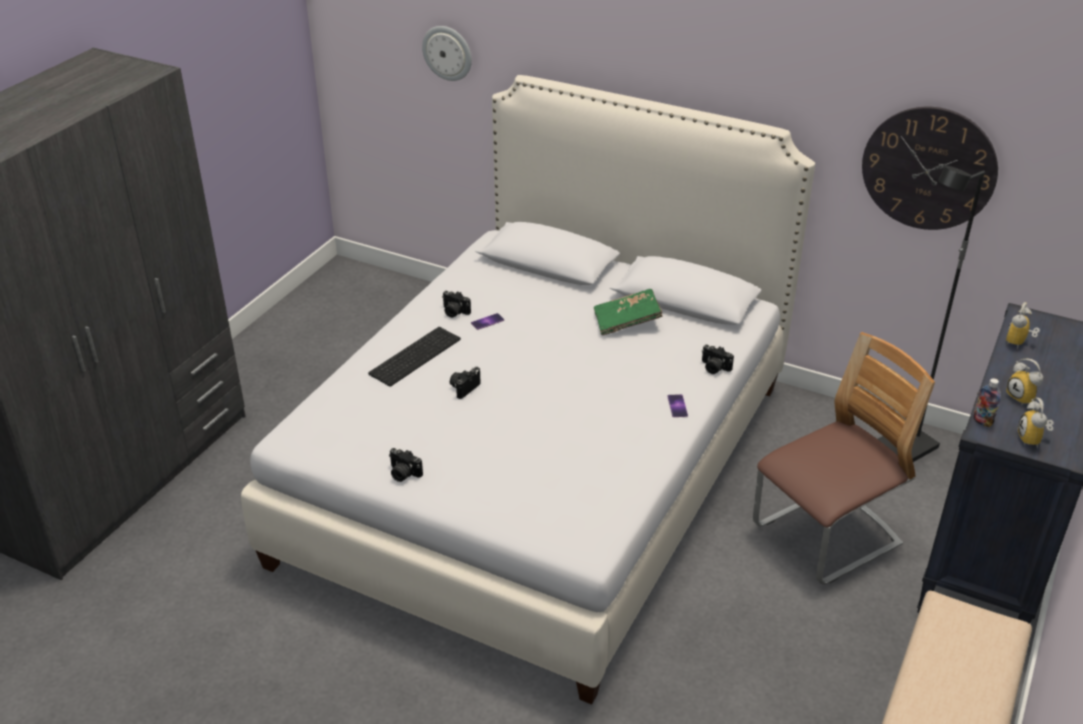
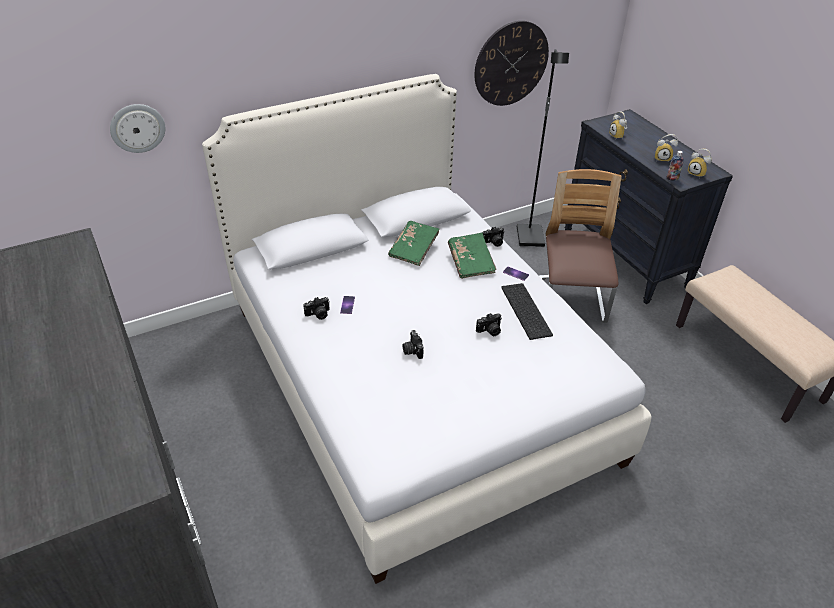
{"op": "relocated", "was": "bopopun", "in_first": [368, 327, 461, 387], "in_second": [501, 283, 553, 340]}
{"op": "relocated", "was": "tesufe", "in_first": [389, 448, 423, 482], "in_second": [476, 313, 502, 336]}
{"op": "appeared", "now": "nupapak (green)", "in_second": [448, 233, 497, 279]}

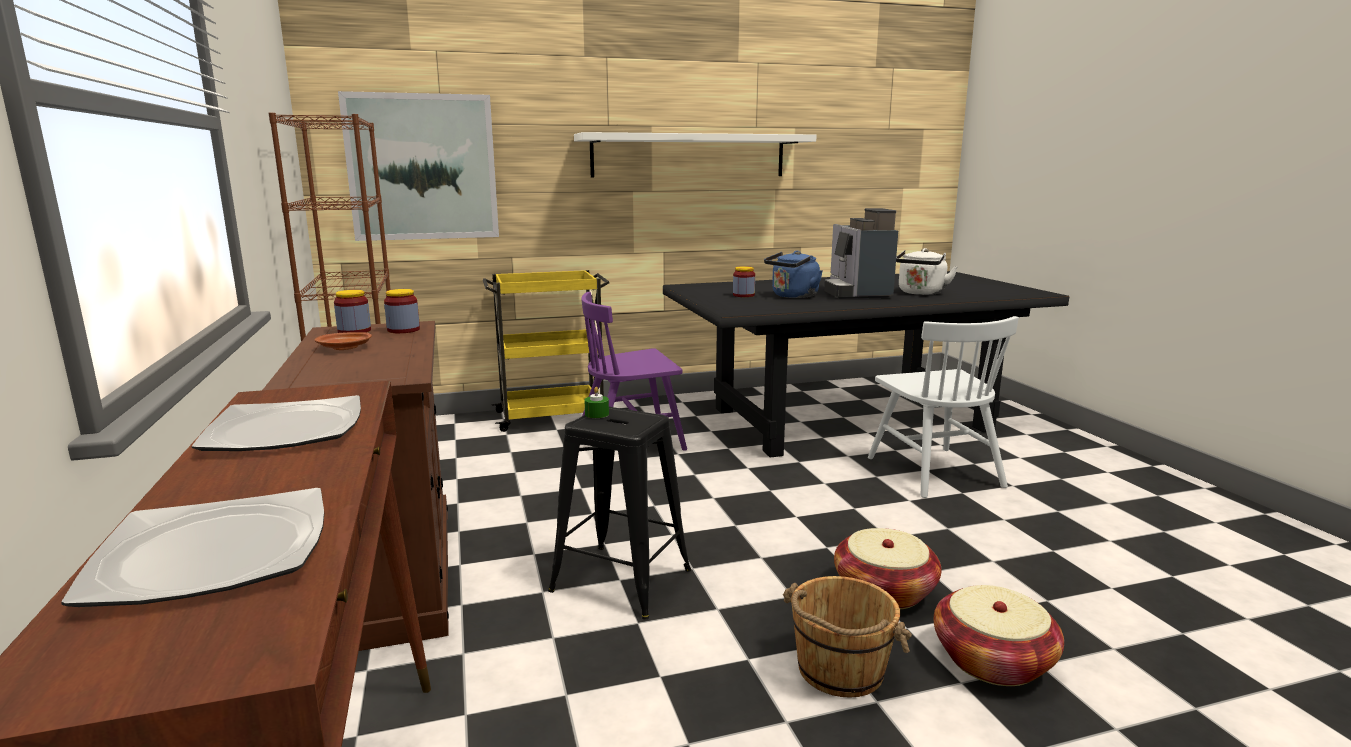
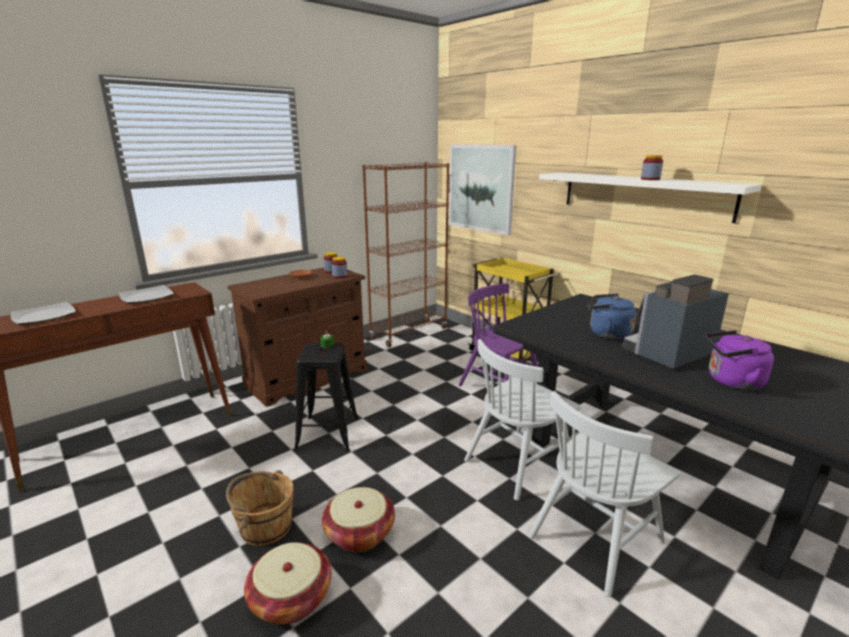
{"op": "relocated", "was": "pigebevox", "in_first": [733, 266, 755, 297], "in_second": [641, 155, 663, 180]}
{"op": "colour", "was": "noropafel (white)", "now": "noropafel (purple)", "in_first": [896, 248, 957, 295], "in_second": [705, 330, 774, 390]}
{"op": "appeared", "now": "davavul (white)", "in_second": [464, 339, 581, 501]}

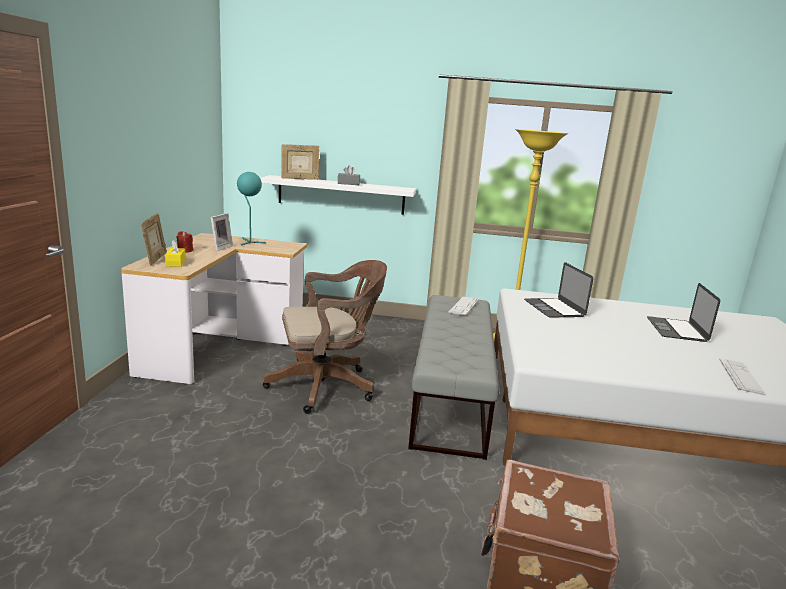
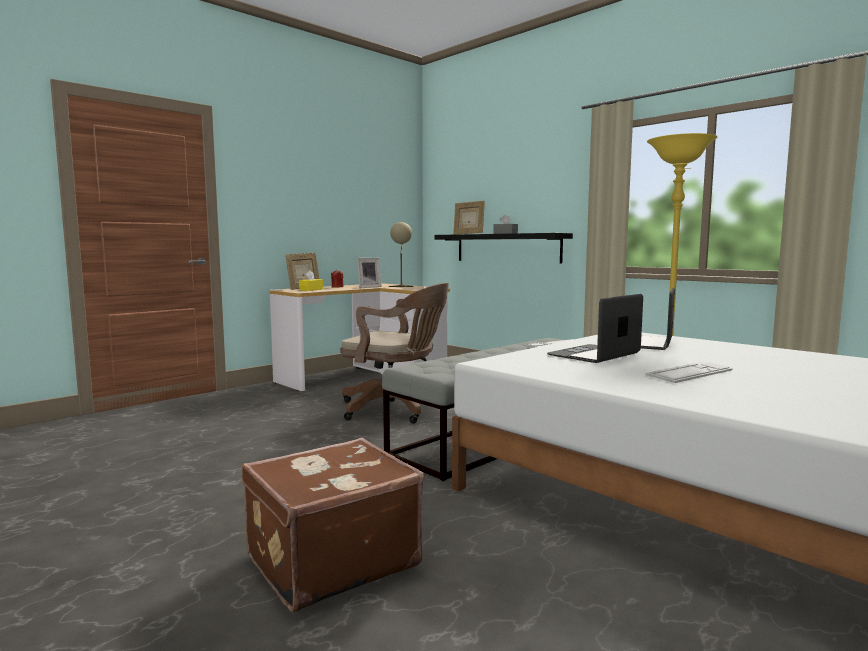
{"op": "colour", "was": "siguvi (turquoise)", "now": "siguvi (beige)", "in_first": [237, 172, 266, 245], "in_second": [389, 222, 413, 287]}
{"op": "colour", "was": "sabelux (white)", "now": "sabelux (black)", "in_first": [260, 175, 416, 215], "in_second": [435, 233, 573, 263]}
{"op": "relocated", "was": "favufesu", "in_first": [647, 283, 720, 342], "in_second": [547, 294, 643, 363]}
{"op": "relocated", "was": "bopopun", "in_first": [719, 358, 766, 395], "in_second": [646, 361, 733, 383]}

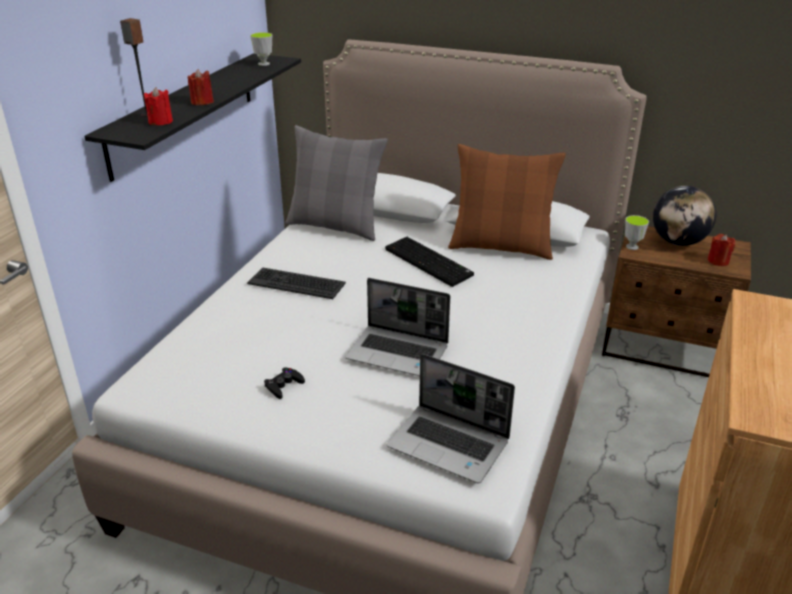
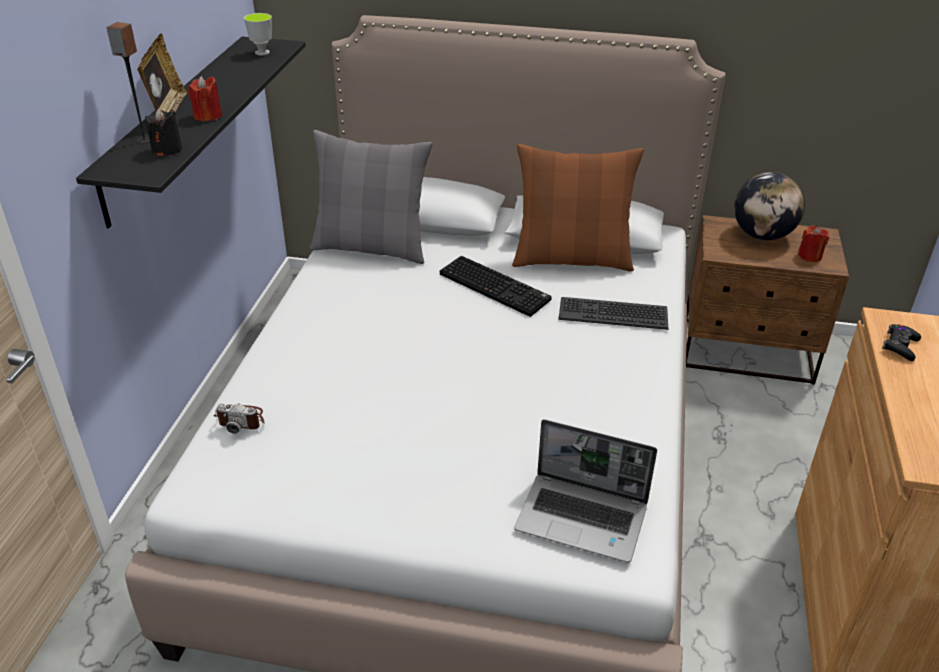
{"op": "colour", "was": "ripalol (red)", "now": "ripalol (black)", "in_first": [144, 87, 173, 125], "in_second": [145, 108, 182, 156]}
{"op": "relocated", "was": "bopopun", "in_first": [247, 267, 346, 299], "in_second": [559, 297, 668, 330]}
{"op": "relocated", "was": "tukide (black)", "in_first": [264, 367, 305, 399], "in_second": [882, 324, 921, 361]}
{"op": "missing", "was": "favufesu", "in_first": [345, 278, 450, 376]}
{"op": "missing", "was": "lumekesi", "in_first": [625, 215, 649, 250]}
{"op": "appeared", "now": "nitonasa", "in_second": [137, 34, 187, 112]}
{"op": "appeared", "now": "tesufe", "in_second": [214, 404, 264, 434]}

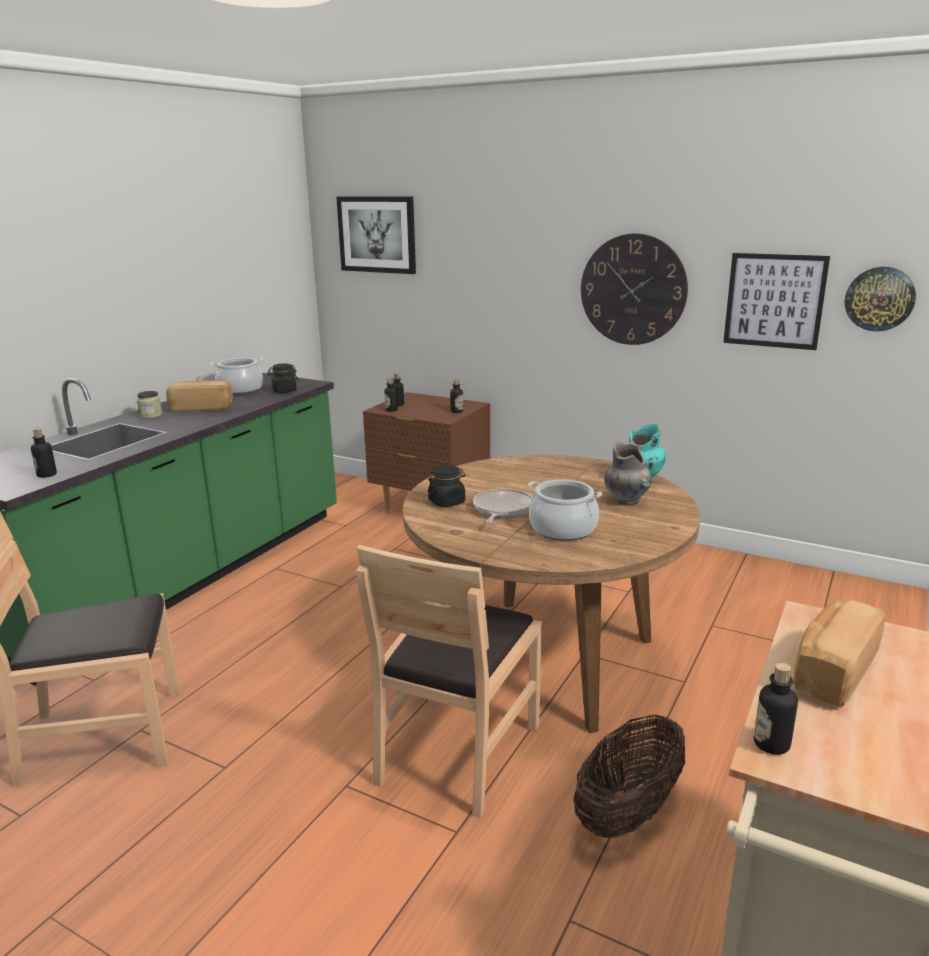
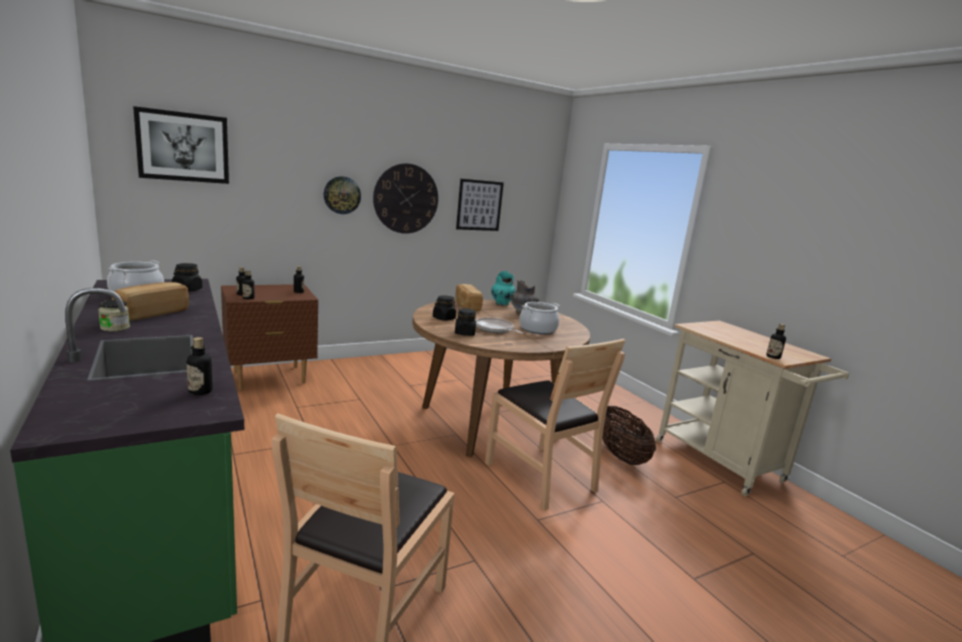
{"op": "relocated", "was": "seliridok", "in_first": [794, 599, 885, 708], "in_second": [455, 284, 483, 311]}
{"op": "relocated", "was": "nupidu", "in_first": [844, 267, 916, 332], "in_second": [324, 176, 361, 214]}
{"op": "appeared", "now": "pigebevox (black)", "in_second": [433, 295, 456, 321]}

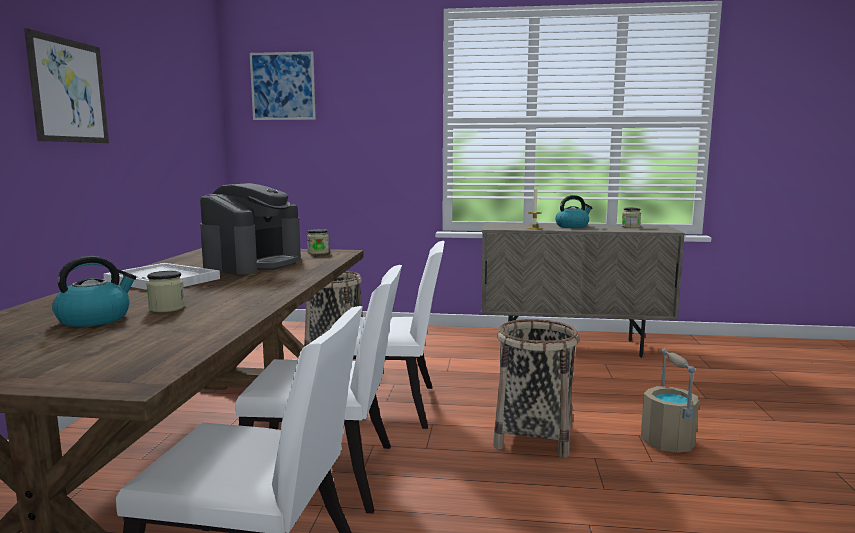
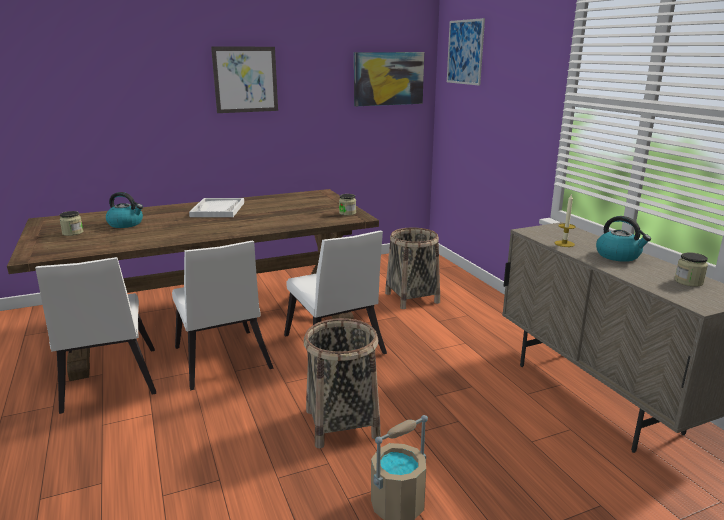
{"op": "relocated", "was": "pigebevox", "in_first": [146, 271, 185, 312], "in_second": [59, 211, 83, 236]}
{"op": "missing", "was": "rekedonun", "in_first": [200, 183, 301, 274]}
{"op": "appeared", "now": "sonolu", "in_second": [354, 52, 424, 106]}

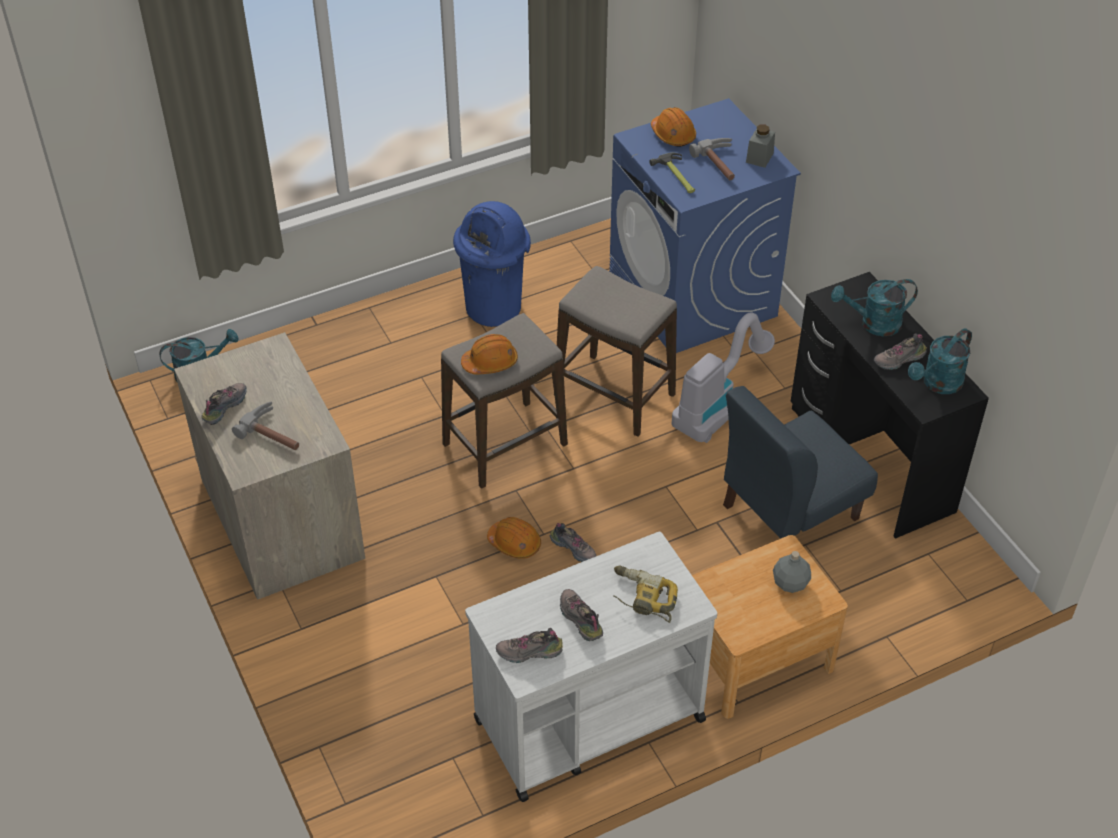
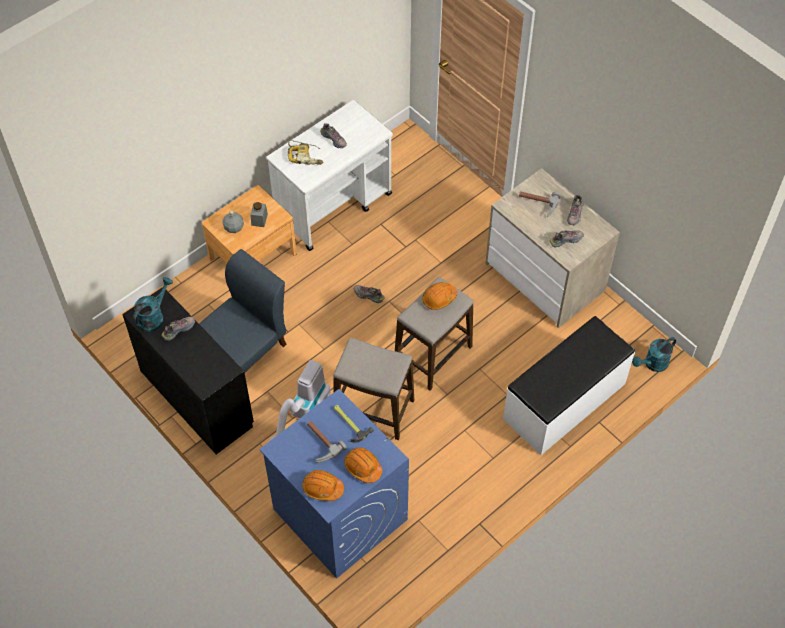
{"op": "missing", "was": "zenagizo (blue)", "in_first": [453, 201, 531, 327]}
{"op": "relocated", "was": "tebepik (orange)", "in_first": [487, 517, 541, 559], "in_second": [302, 470, 344, 501]}
{"op": "relocated", "was": "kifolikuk", "in_first": [496, 628, 563, 663], "in_second": [550, 230, 584, 248]}
{"op": "relocated", "was": "pigebevox (grey)", "in_first": [746, 124, 775, 168], "in_second": [250, 202, 268, 227]}
{"op": "missing", "was": "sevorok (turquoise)", "in_first": [831, 279, 918, 336]}
{"op": "appeared", "now": "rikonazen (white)", "in_second": [503, 316, 635, 455]}

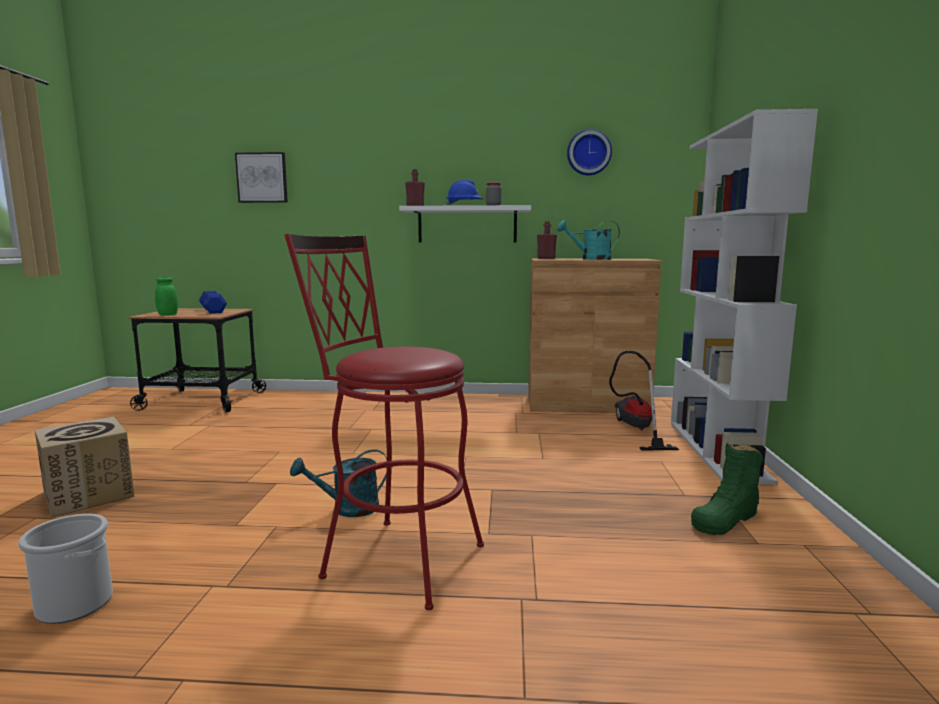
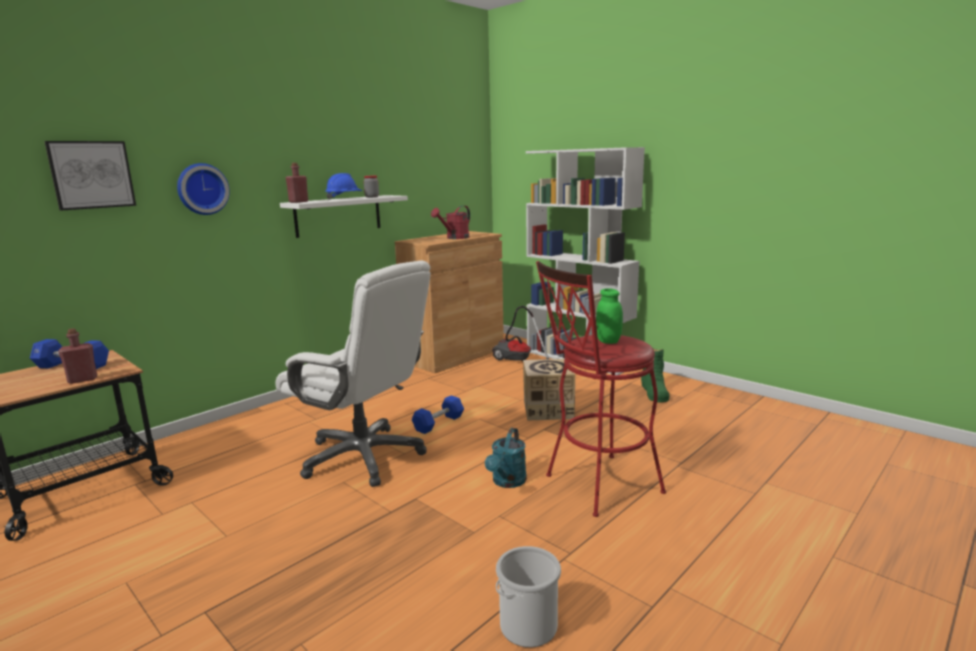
{"op": "relocated", "was": "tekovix", "in_first": [35, 417, 135, 517], "in_second": [523, 359, 575, 420]}
{"op": "relocated", "was": "pigebevox (green)", "in_first": [155, 277, 178, 316], "in_second": [596, 288, 623, 344]}
{"op": "relocated", "was": "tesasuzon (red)", "in_first": [537, 221, 557, 259], "in_second": [58, 328, 97, 384]}
{"op": "colour", "was": "sevorok (turquoise)", "now": "sevorok (red)", "in_first": [557, 220, 620, 260], "in_second": [431, 206, 470, 239]}
{"op": "relocated", "was": "nupidu", "in_first": [567, 129, 612, 175], "in_second": [177, 163, 230, 215]}
{"op": "appeared", "now": "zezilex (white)", "in_second": [275, 261, 431, 487]}
{"op": "appeared", "now": "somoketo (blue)", "in_second": [412, 395, 464, 434]}

